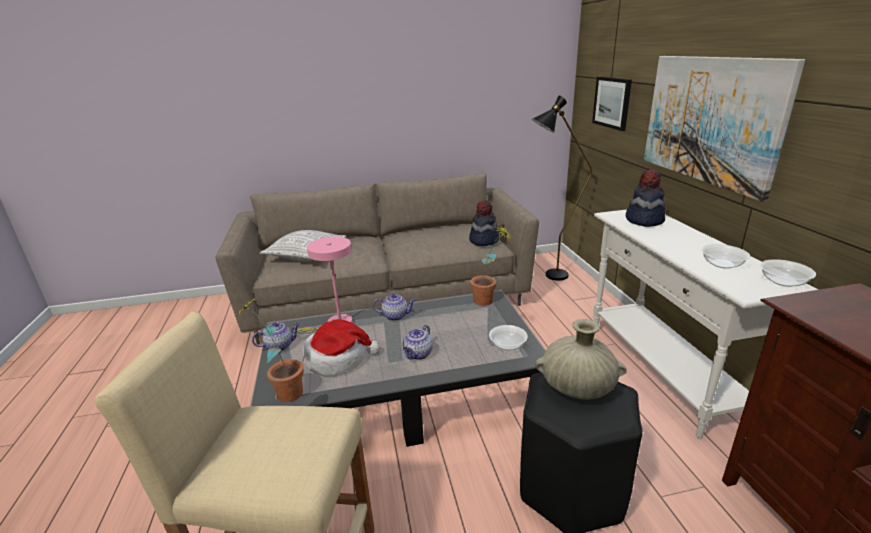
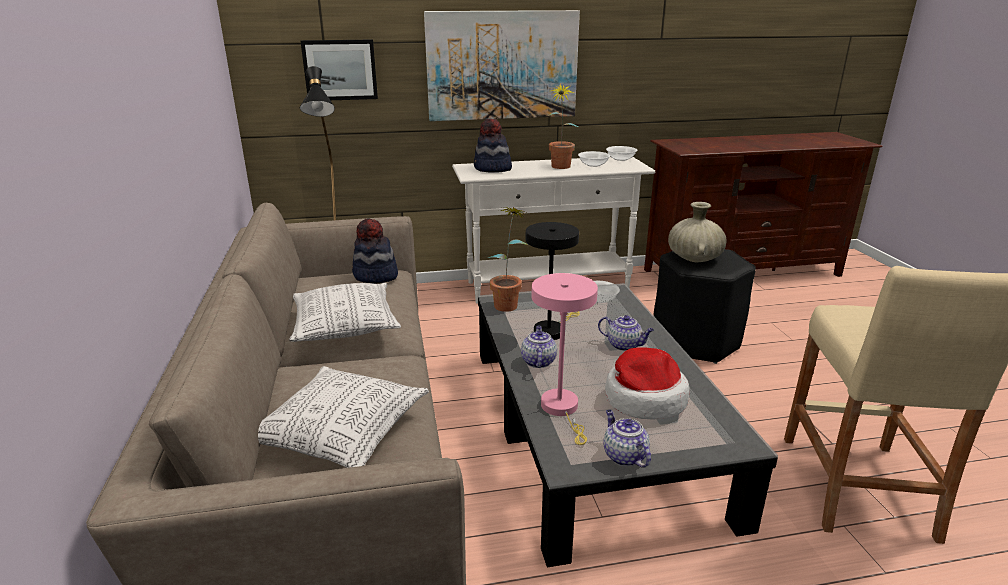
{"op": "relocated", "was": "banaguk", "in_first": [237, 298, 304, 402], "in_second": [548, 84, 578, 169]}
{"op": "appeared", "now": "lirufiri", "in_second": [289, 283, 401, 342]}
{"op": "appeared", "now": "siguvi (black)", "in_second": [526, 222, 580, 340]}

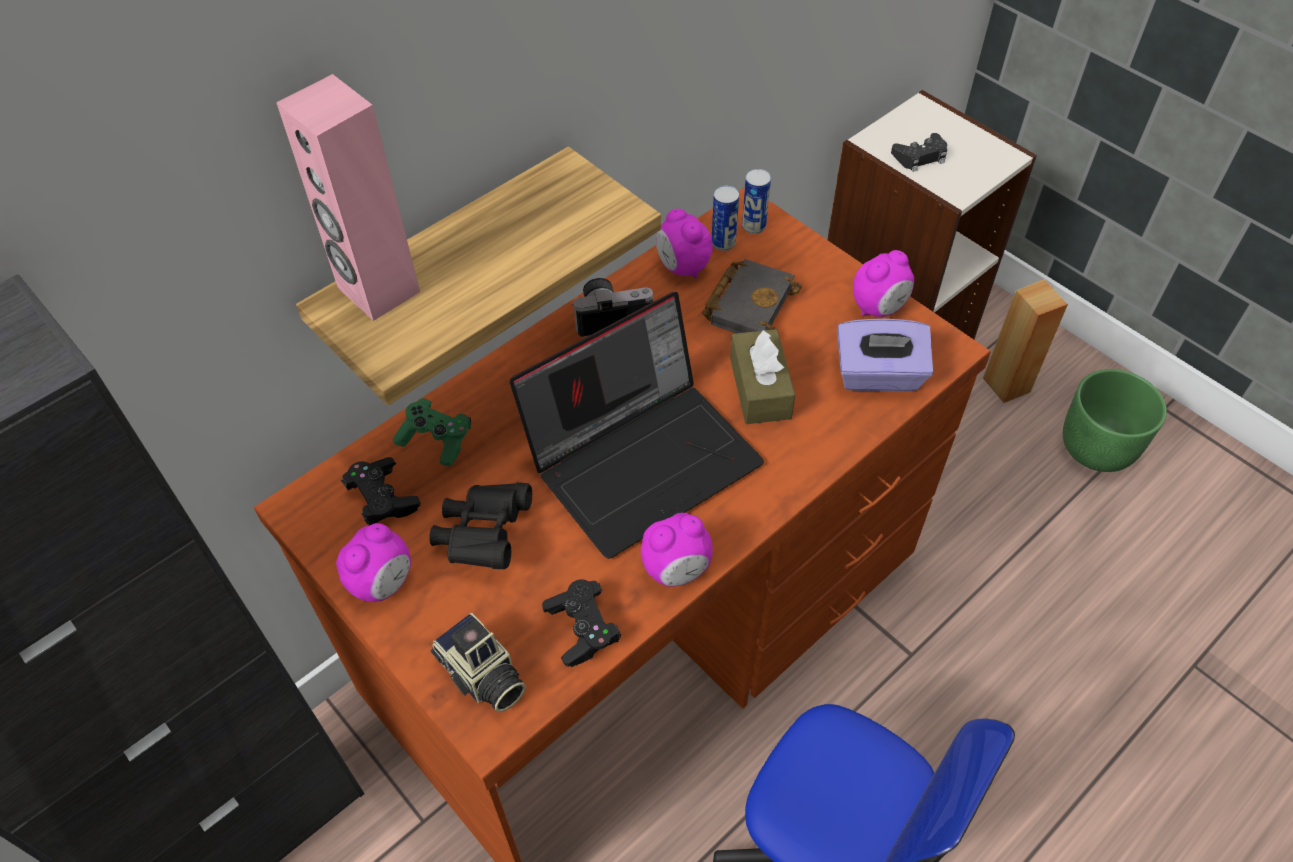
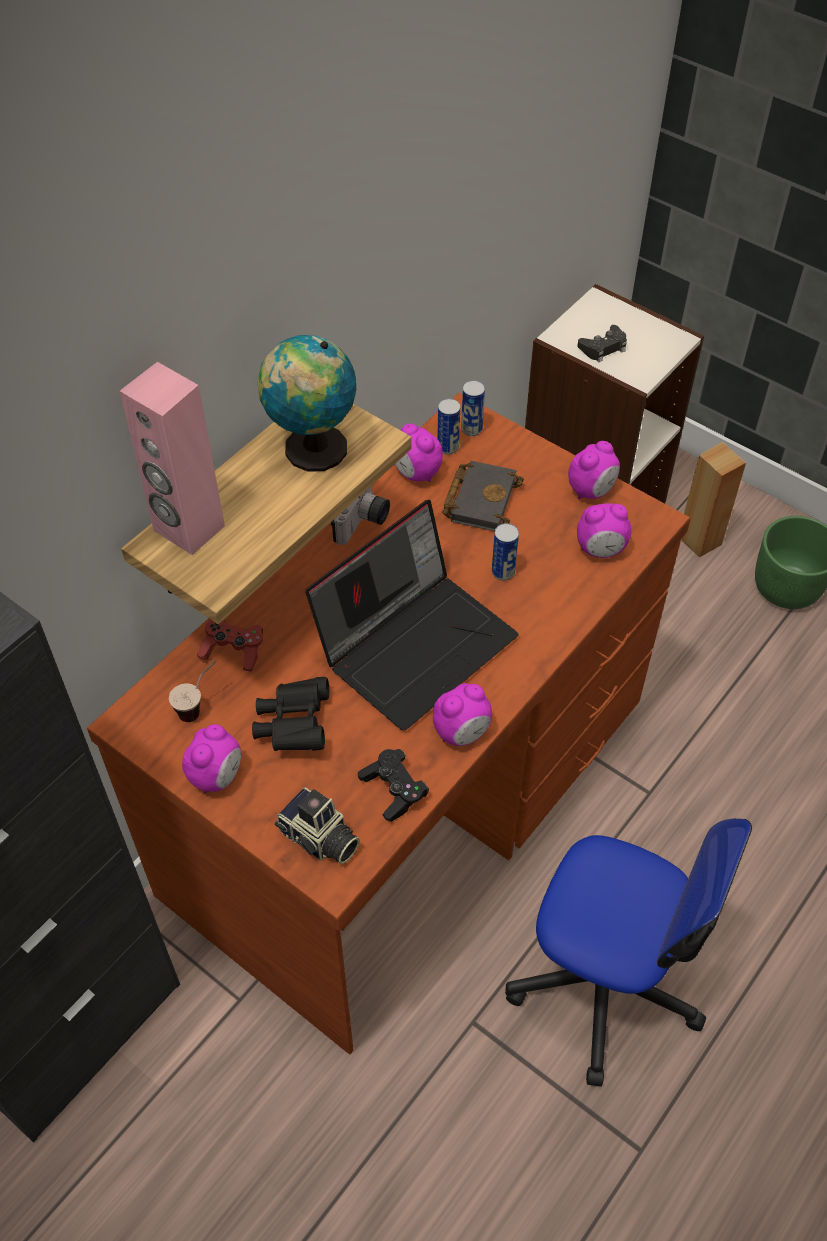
{"op": "exchanged", "was": "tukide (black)", "now": "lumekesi", "in_first": [341, 457, 421, 525], "in_second": [169, 660, 216, 722]}
{"op": "colour", "was": "tukide (green)", "now": "tukide (red)", "in_first": [393, 398, 471, 467], "in_second": [197, 618, 263, 672]}
{"op": "spun", "was": "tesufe", "in_first": [573, 278, 653, 337], "in_second": [331, 485, 390, 545], "clockwise": 135}
{"op": "exchanged", "was": "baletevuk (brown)", "now": "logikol", "in_first": [730, 329, 795, 424], "in_second": [492, 523, 519, 581]}
{"op": "exchanged", "was": "baletevuk (purple)", "now": "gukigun", "in_first": [837, 319, 933, 392], "in_second": [577, 503, 632, 558]}
{"op": "appeared", "now": "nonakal", "in_second": [257, 335, 356, 472]}

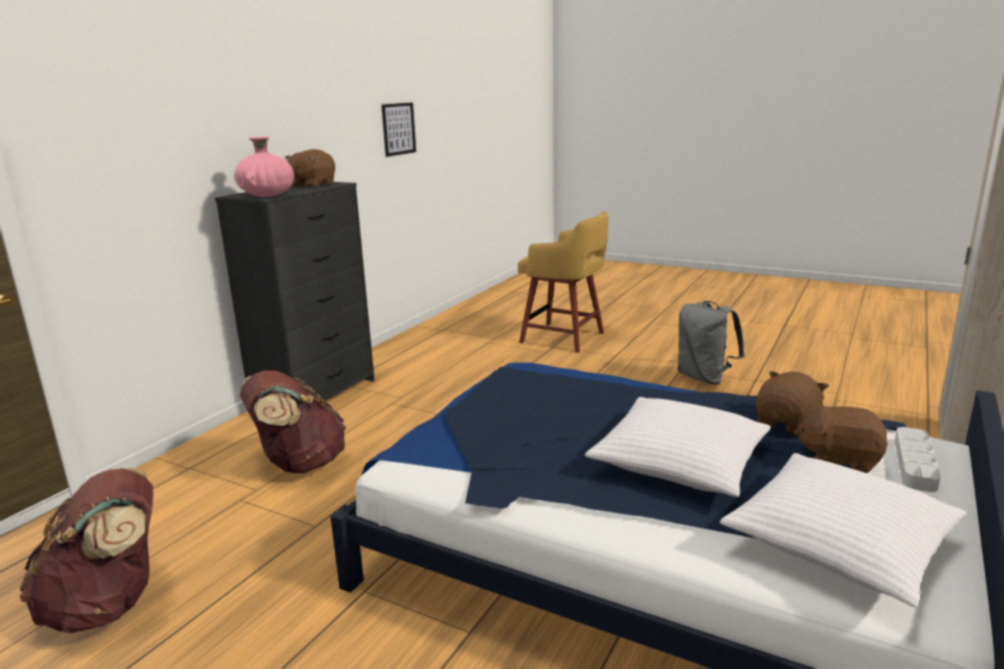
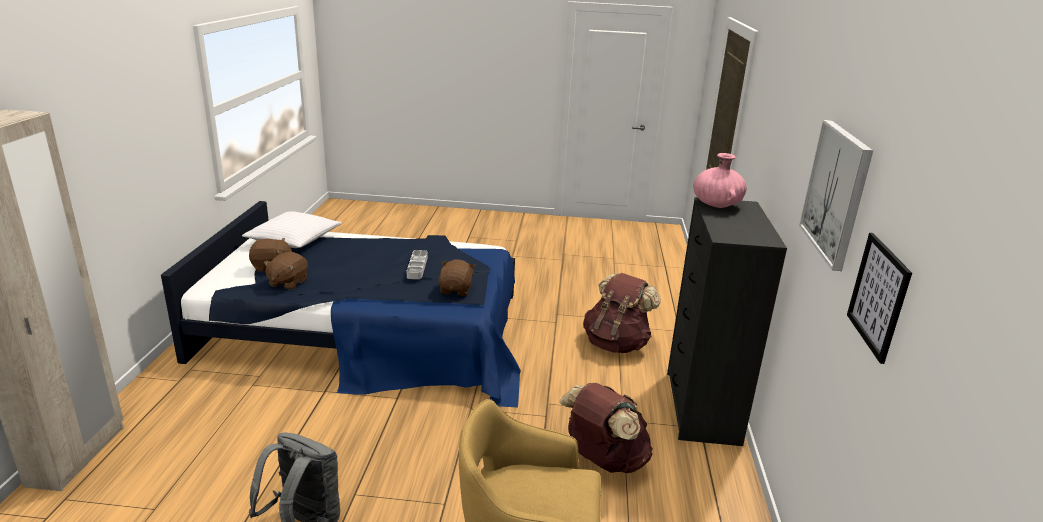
{"op": "relocated", "was": "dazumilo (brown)", "in_first": [19, 467, 153, 633], "in_second": [559, 383, 653, 473]}
{"op": "relocated", "was": "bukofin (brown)", "in_first": [285, 149, 335, 188], "in_second": [438, 259, 475, 296]}
{"op": "missing", "was": "lirufiri (white)", "in_first": [585, 397, 771, 497]}
{"op": "relocated", "was": "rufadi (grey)", "in_first": [895, 427, 941, 492], "in_second": [407, 250, 428, 279]}
{"op": "appeared", "now": "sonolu", "in_second": [799, 120, 873, 271]}

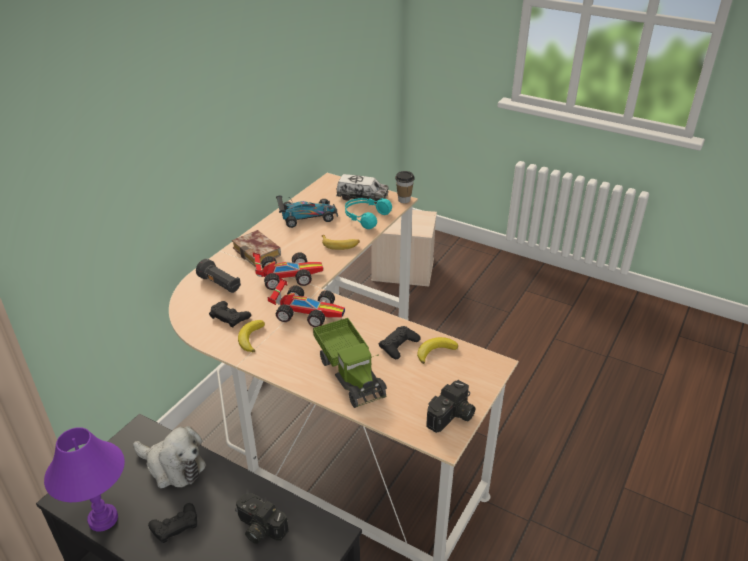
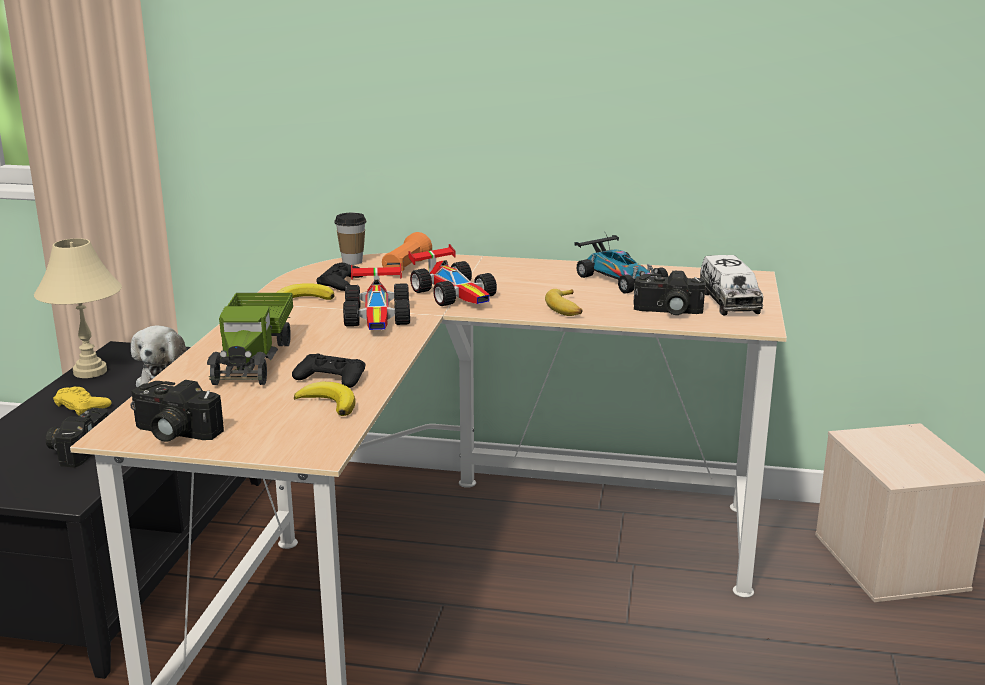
{"op": "colour", "was": "siguvi (purple)", "now": "siguvi (beige)", "in_first": [44, 427, 125, 532], "in_second": [34, 238, 122, 378]}
{"op": "colour", "was": "tukide (black)", "now": "tukide (yellow)", "in_first": [148, 503, 197, 543], "in_second": [53, 387, 111, 415]}
{"op": "colour", "was": "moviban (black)", "now": "moviban (orange)", "in_first": [196, 259, 241, 293], "in_second": [382, 232, 432, 271]}
{"op": "missing", "was": "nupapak", "in_first": [232, 230, 281, 267]}
{"op": "spun", "was": "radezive", "in_first": [313, 318, 387, 408], "in_second": [207, 293, 293, 385], "clockwise": -45}
{"op": "exchanged", "was": "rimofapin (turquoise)", "now": "tesufe", "in_first": [345, 198, 392, 229], "in_second": [633, 271, 705, 315]}
{"op": "relocated", "was": "lumekesi", "in_first": [395, 171, 415, 203], "in_second": [334, 213, 367, 265]}

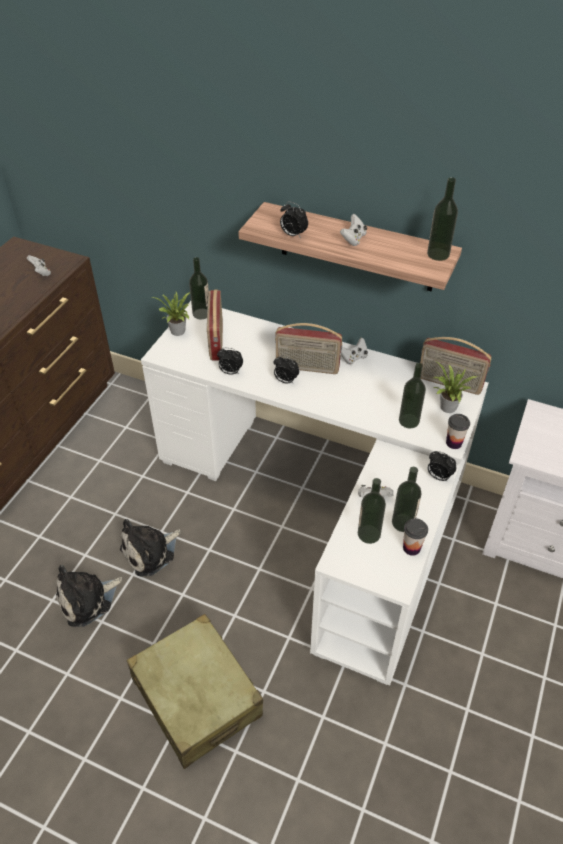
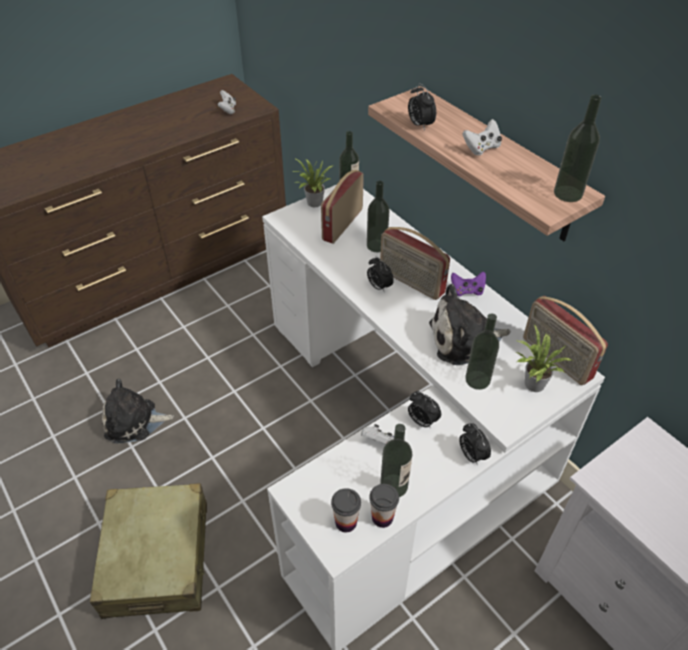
{"op": "relocated", "was": "bukofin", "in_first": [120, 519, 181, 576], "in_second": [429, 284, 510, 365]}
{"op": "relocated", "was": "gukigun", "in_first": [217, 348, 243, 375], "in_second": [408, 391, 441, 429]}
{"op": "colour", "was": "tukide (white)", "now": "tukide (purple)", "in_first": [341, 337, 368, 365], "in_second": [451, 272, 486, 296]}
{"op": "relocated", "was": "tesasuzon", "in_first": [358, 478, 386, 544], "in_second": [367, 181, 390, 252]}
{"op": "relocated", "was": "lumekesi", "in_first": [446, 414, 470, 449], "in_second": [331, 488, 361, 532]}

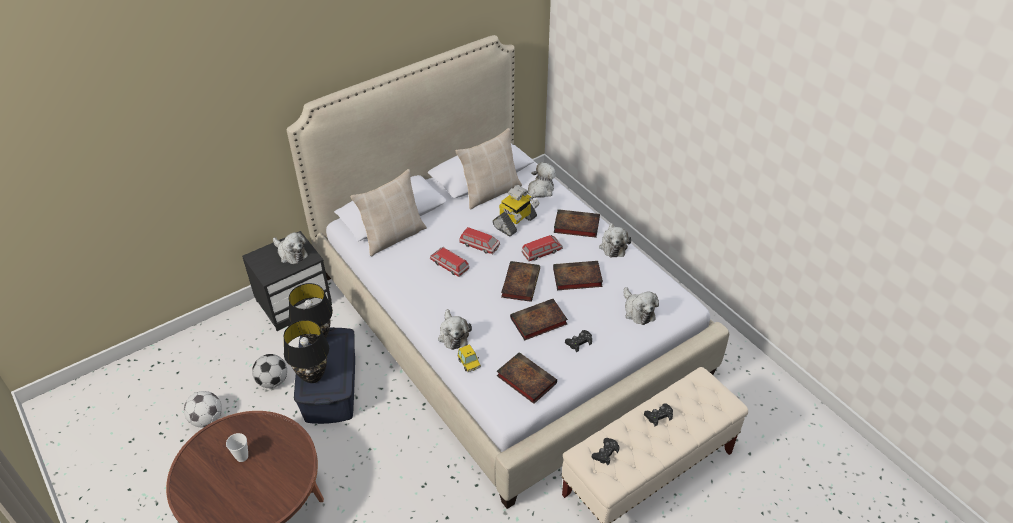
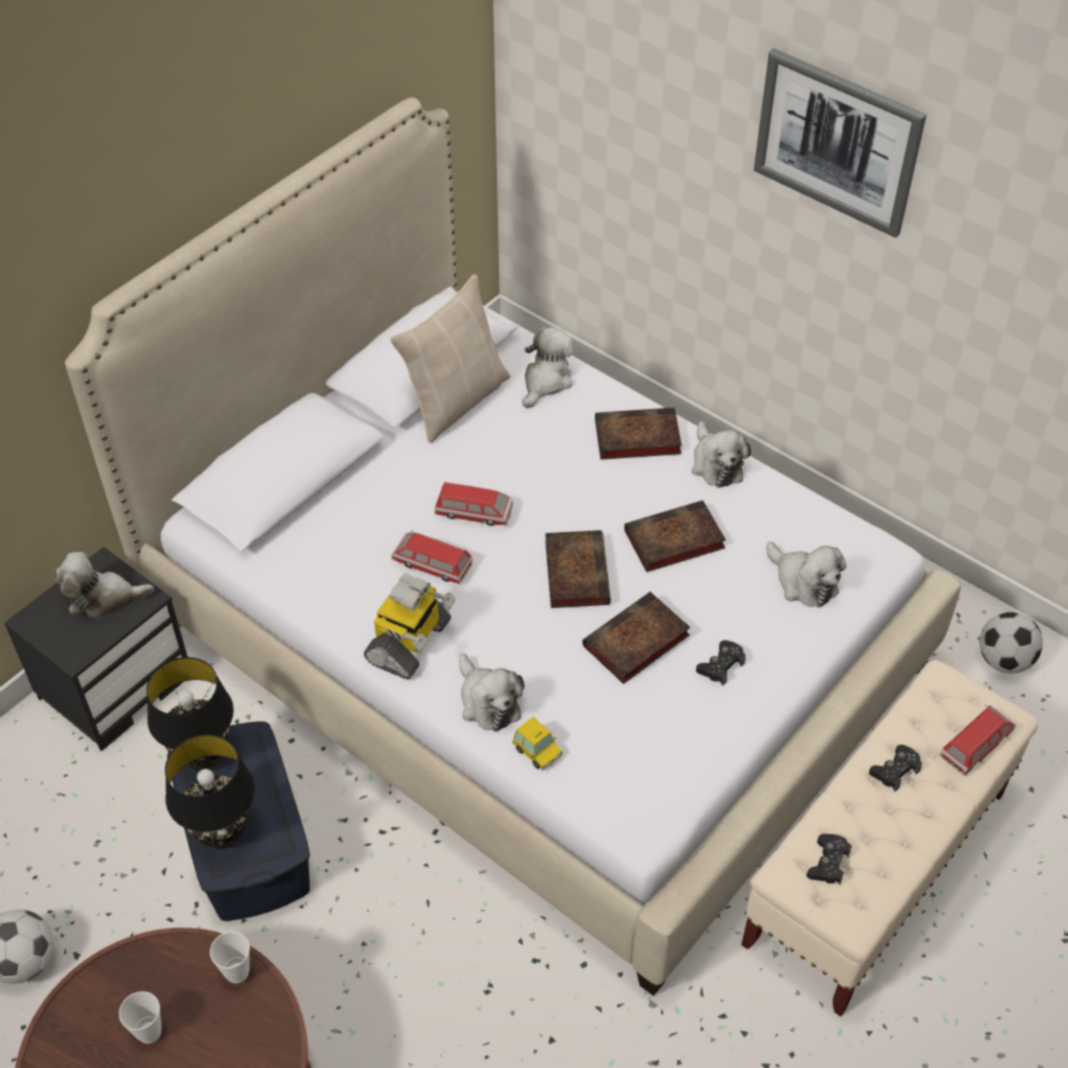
{"op": "relocated", "was": "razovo", "in_first": [252, 354, 287, 388], "in_second": [980, 612, 1043, 674]}
{"op": "spun", "was": "bukofin", "in_first": [273, 232, 308, 264], "in_second": [54, 552, 154, 620], "clockwise": 150}
{"op": "missing", "was": "lirufiri (beige)", "in_first": [351, 169, 427, 256]}
{"op": "relocated", "was": "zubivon", "in_first": [493, 185, 540, 236], "in_second": [364, 573, 456, 679]}
{"op": "missing", "was": "nupapak", "in_first": [497, 352, 557, 404]}
{"op": "relocated", "was": "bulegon", "in_first": [522, 235, 563, 262], "in_second": [940, 705, 1016, 776]}
{"op": "appeared", "now": "lumekesi", "in_second": [210, 932, 250, 984]}
{"op": "appeared", "now": "sonolu", "in_second": [754, 48, 927, 238]}

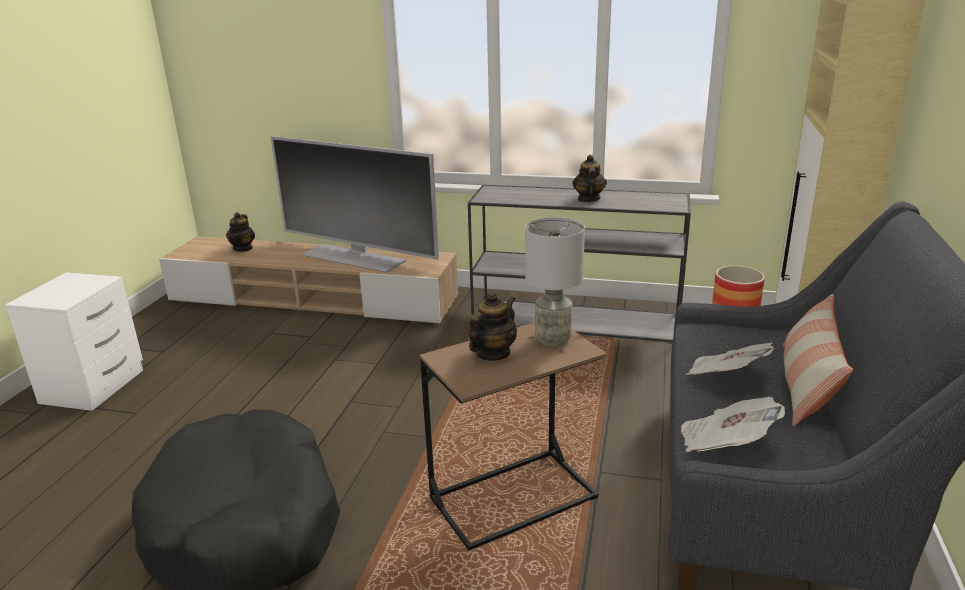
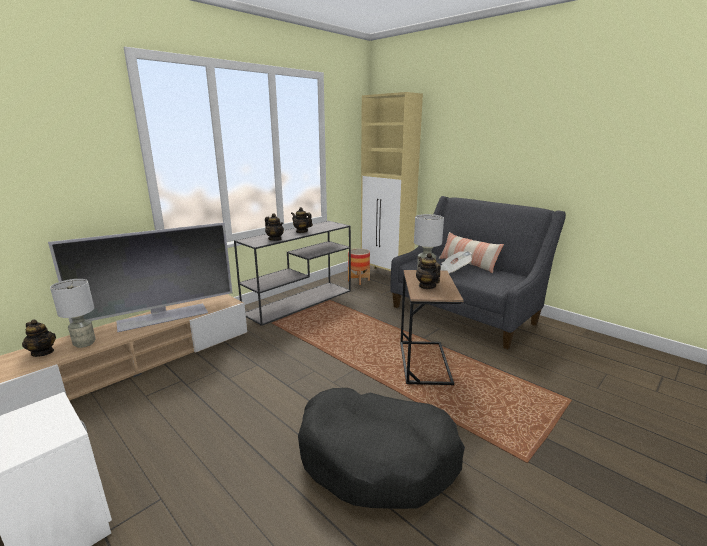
{"op": "missing", "was": "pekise", "in_first": [681, 397, 785, 452]}
{"op": "appeared", "now": "siguvi (grey)", "in_second": [50, 279, 96, 348]}
{"op": "appeared", "now": "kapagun", "in_second": [265, 213, 284, 241]}

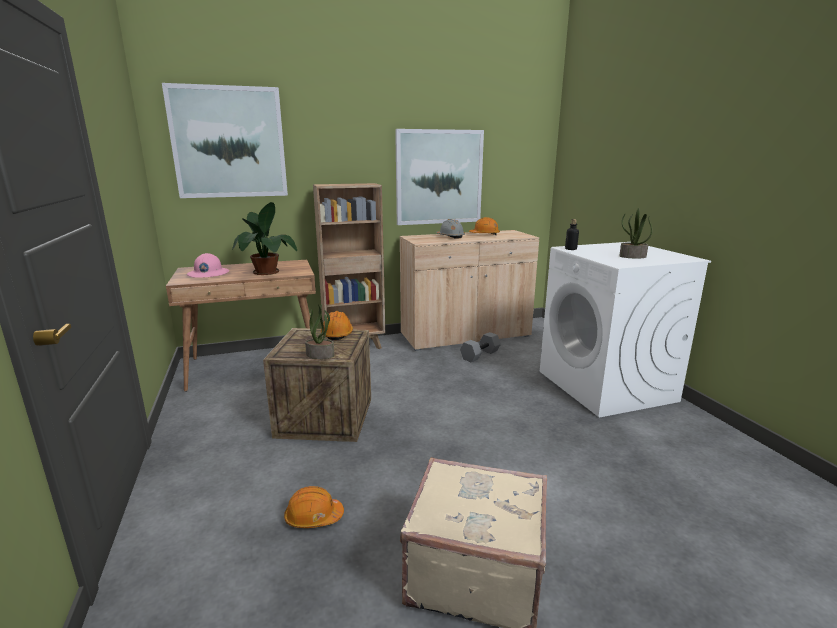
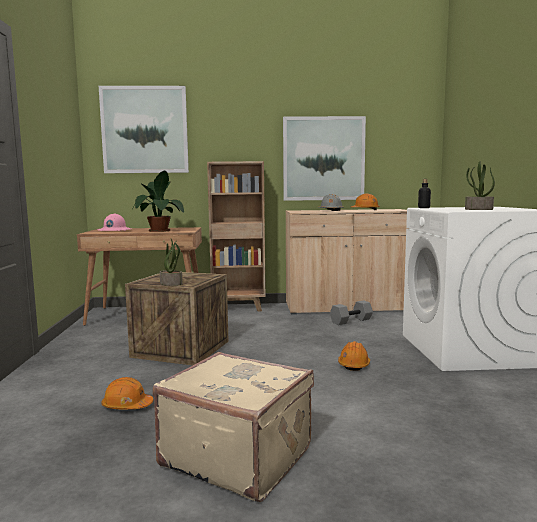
{"op": "relocated", "was": "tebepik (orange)", "in_first": [321, 311, 353, 340], "in_second": [338, 341, 370, 371]}

